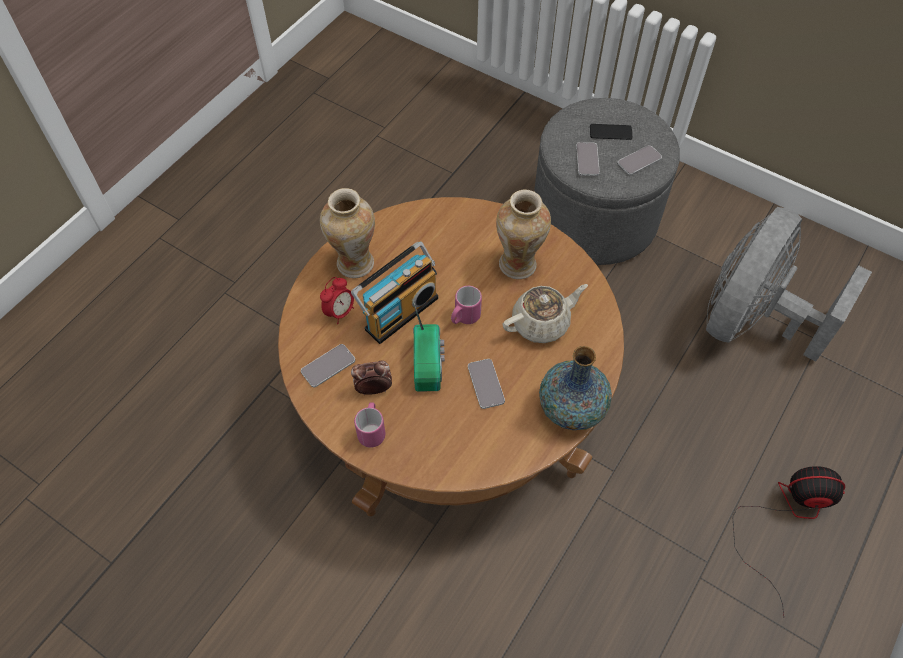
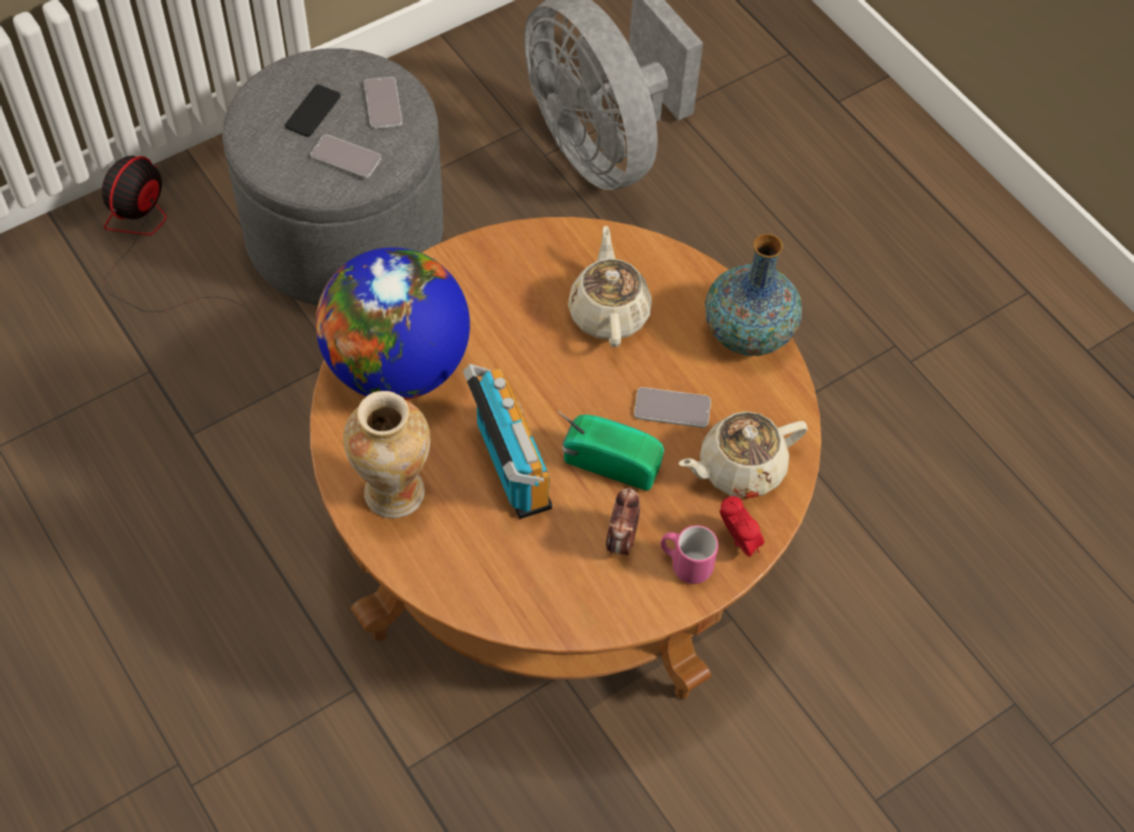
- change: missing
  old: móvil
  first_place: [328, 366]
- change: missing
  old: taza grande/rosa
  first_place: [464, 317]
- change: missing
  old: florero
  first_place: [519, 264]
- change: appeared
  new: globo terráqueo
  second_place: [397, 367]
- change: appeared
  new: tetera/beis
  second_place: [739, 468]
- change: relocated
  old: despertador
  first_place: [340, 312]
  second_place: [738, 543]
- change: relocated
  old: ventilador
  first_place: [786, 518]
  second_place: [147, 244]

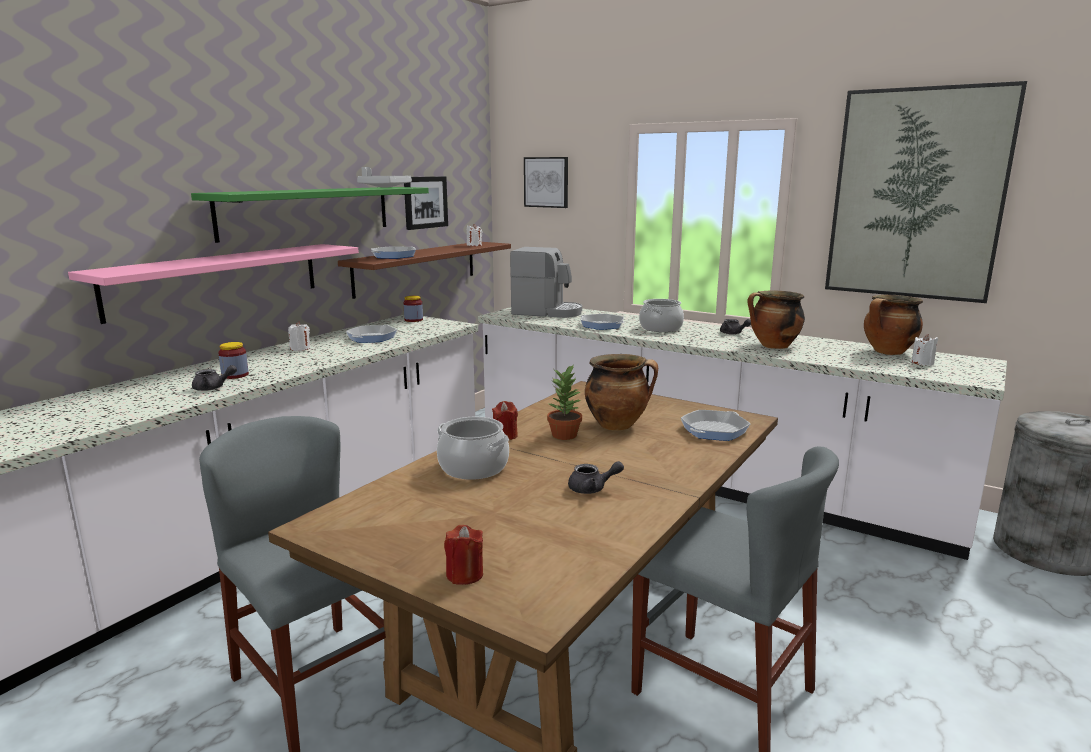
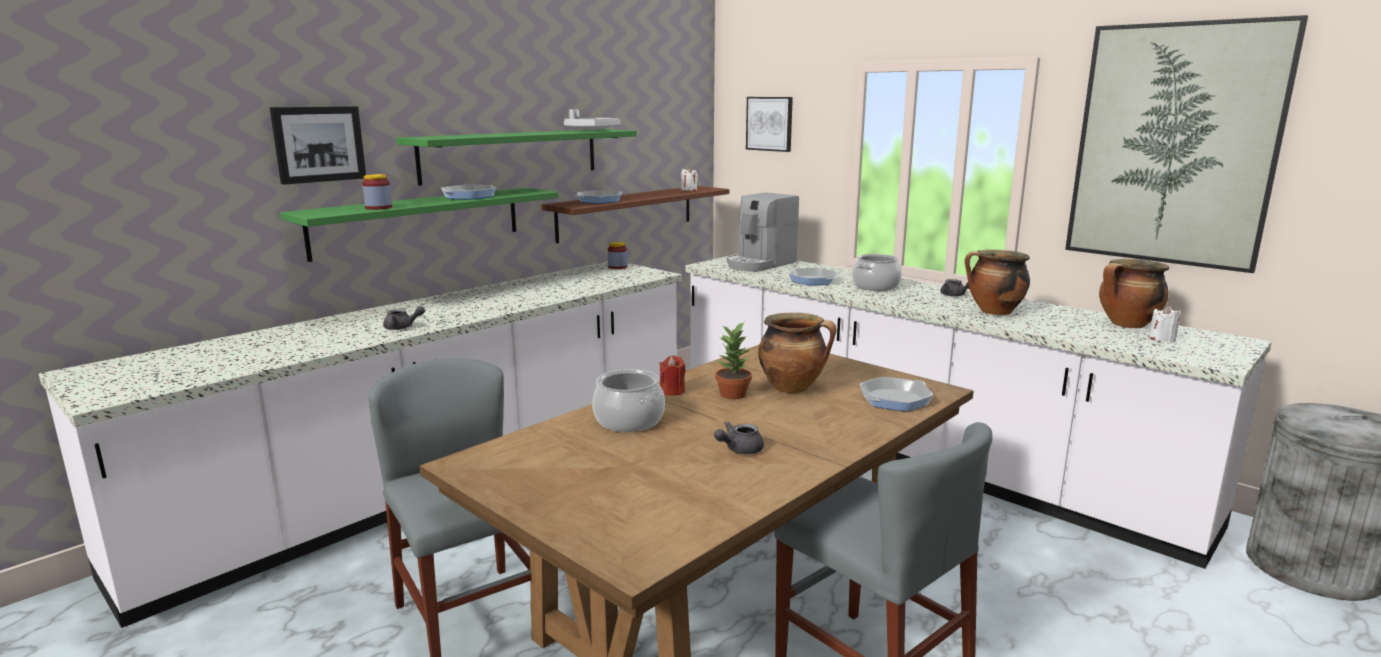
- change: missing
  old: vela/blanco
  first_place: [300, 349]
- change: missing
  old: vela/rojo
  first_place: [464, 575]
- change: relocated
  old: tarro
  first_place: [235, 375]
  second_place: [378, 208]
- change: relocated
  old: sartén
  first_place: [372, 338]
  second_place: [469, 196]
- change: relocated
  old: cuadro
  first_place: [425, 202]
  second_place: [319, 144]
- change: colour
  old: estante/rosa
  new: estante/verde
  first_place: [217, 279]
  second_place: [419, 221]
- change: spun
  old: cafetera
  first_place: [547, 312]
  second_place: [760, 264]
  degrees: 105
- change: spun
  old: tetera/gris
  first_place: [592, 489]
  second_place: [739, 450]
  degrees: 135

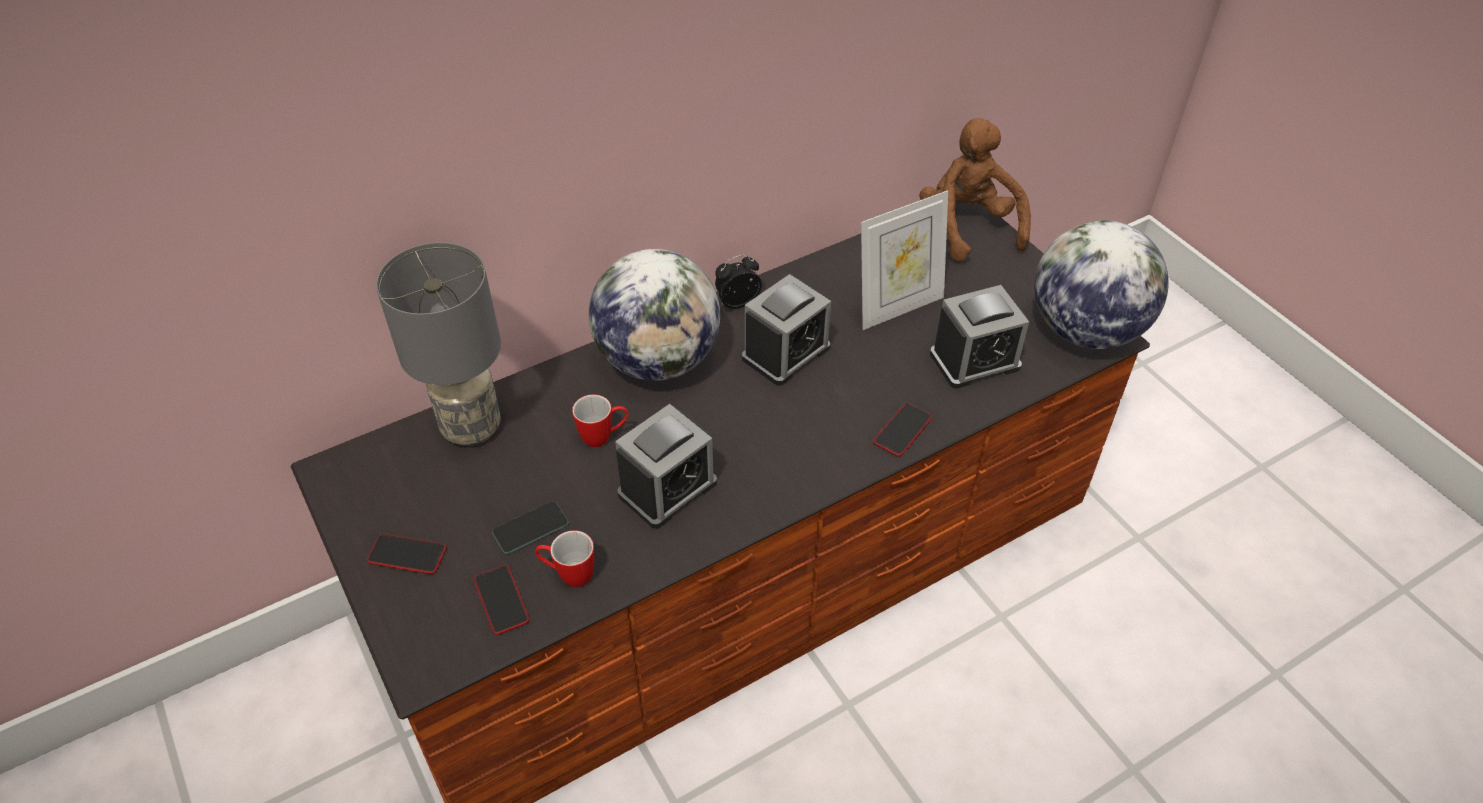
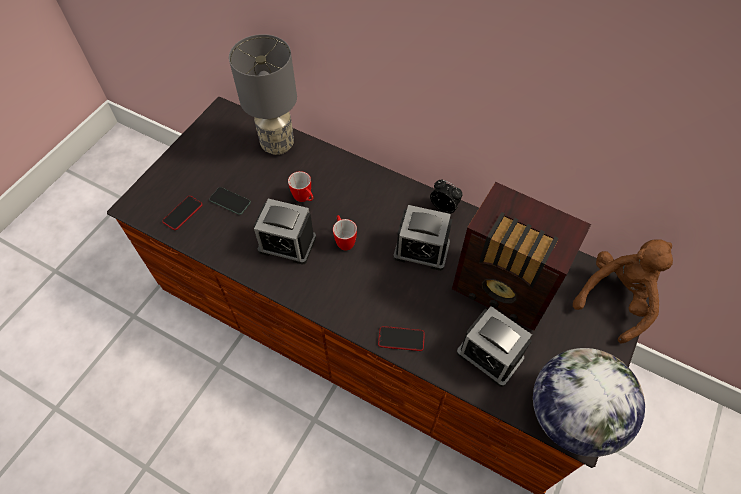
- change: missing
  old: móvil
  first_place: [407, 555]
- change: missing
  old: globo terráqueo
  first_place: [658, 360]
- change: relocated
  old: taza grande
  first_place: [568, 575]
  second_place: [344, 240]
- change: exchanged
  old: portarretratos
  new: radio
  first_place: [898, 307]
  second_place: [504, 291]

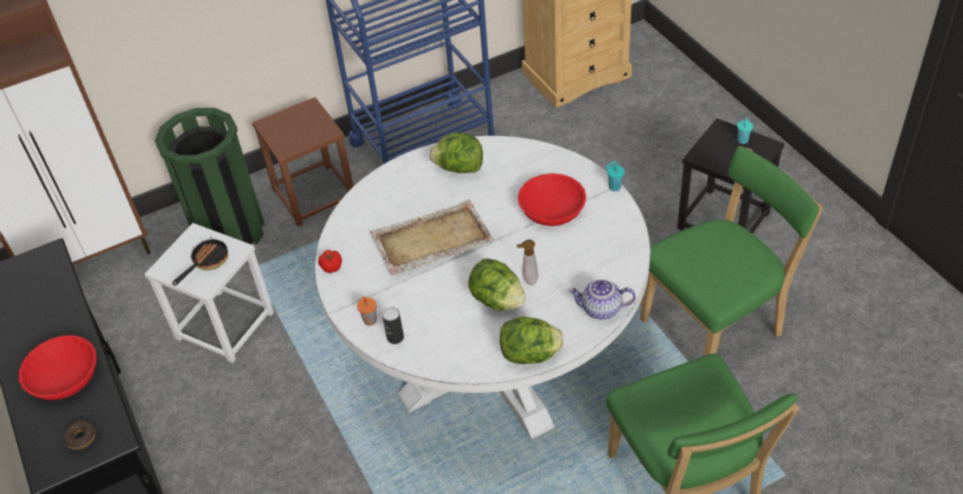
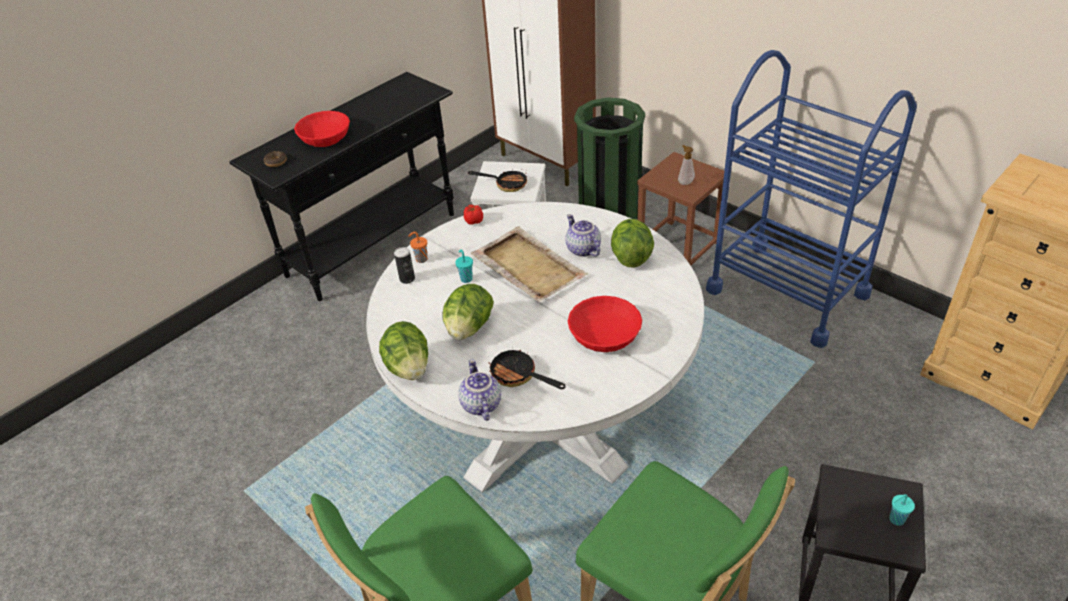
- change: appeared
  new: sartén
  second_place: [519, 376]
- change: appeared
  new: tetera
  second_place: [582, 249]
- change: relocated
  old: dispensador de jabón
  first_place: [528, 280]
  second_place: [685, 182]
- change: relocated
  old: taza/turquesa
  first_place: [614, 187]
  second_place: [466, 278]

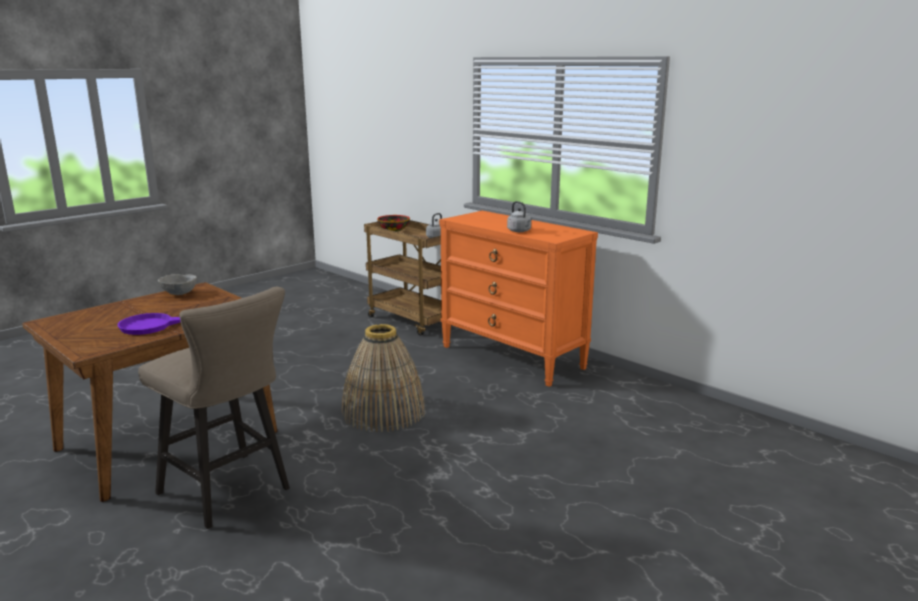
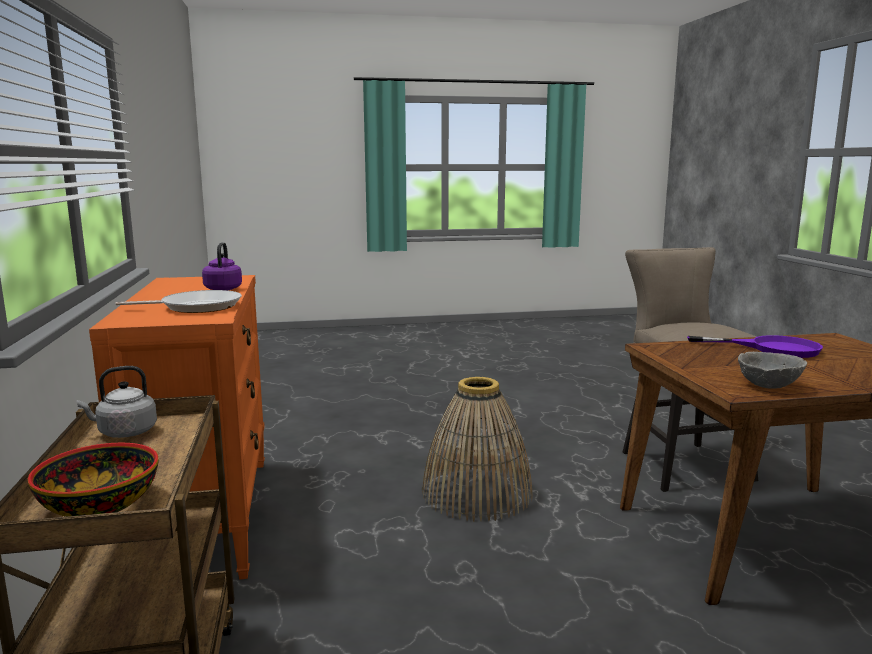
- change: appeared
  new: sartén
  second_place: [196, 307]
- change: colour
  old: hervidor/gris
  new: hervidor/morado
  first_place: [520, 231]
  second_place: [224, 288]

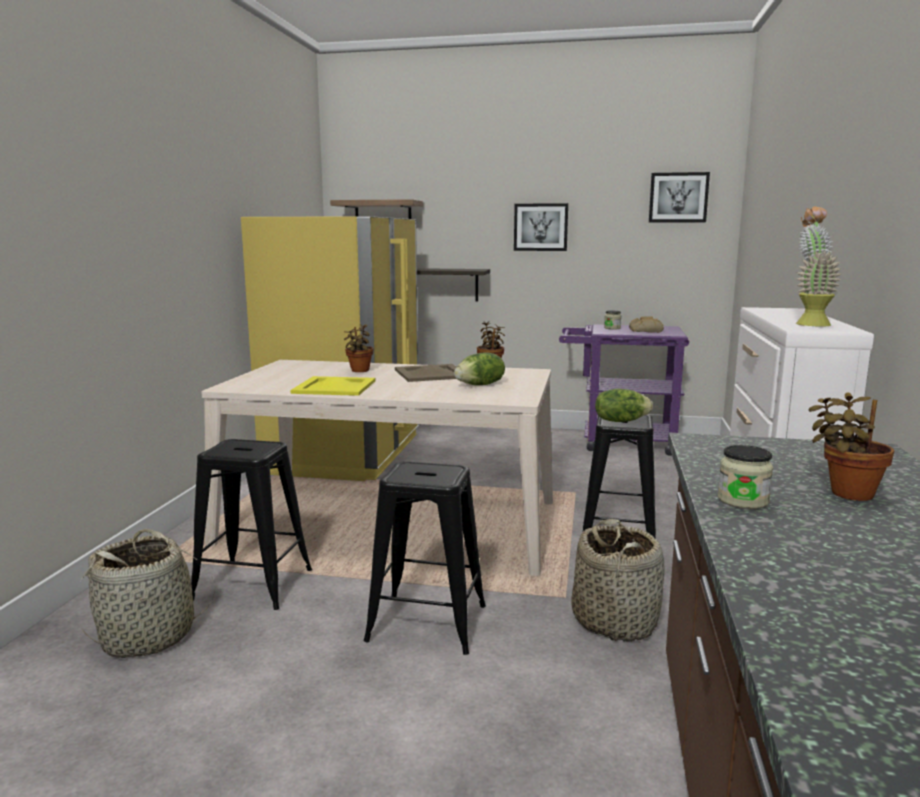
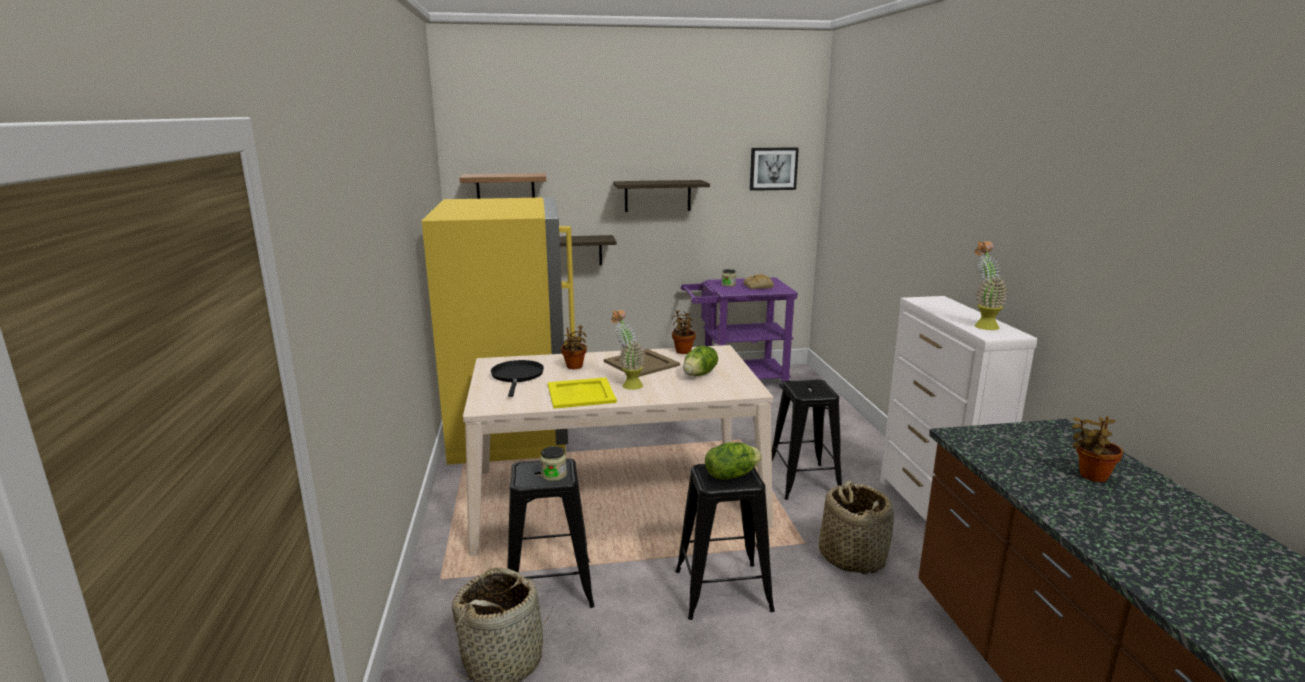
- change: appeared
  new: sartén/negro
  second_place: [517, 376]
- change: appeared
  new: planta en maceta
  second_place: [628, 384]
- change: relocated
  old: lechuga
  first_place: [620, 421]
  second_place: [731, 475]
- change: relocated
  old: tarro
  first_place: [743, 500]
  second_place: [554, 475]
- change: exchanged
  old: cuadro
  new: estante
  first_place: [540, 227]
  second_place: [657, 196]

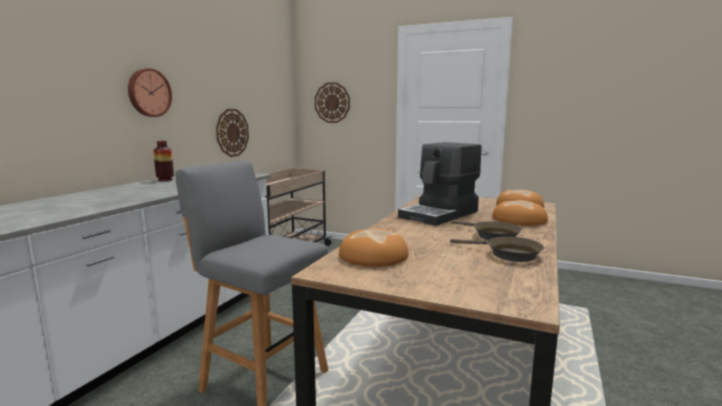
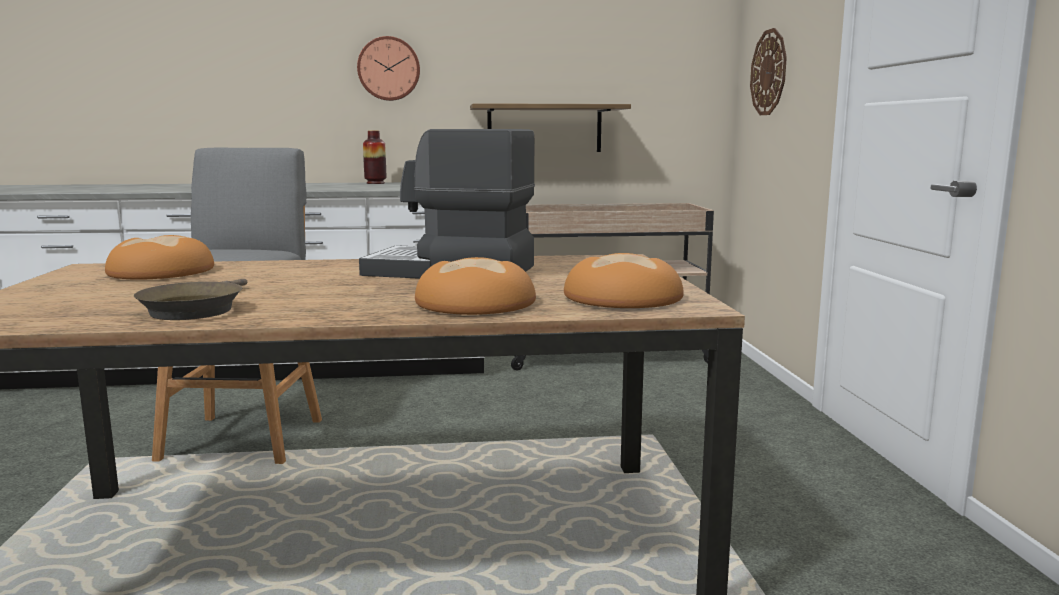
- change: missing
  old: sartén/marrón
  first_place: [492, 235]
- change: exchanged
  old: reloj de pared
  new: estante
  first_place: [232, 132]
  second_place: [544, 128]

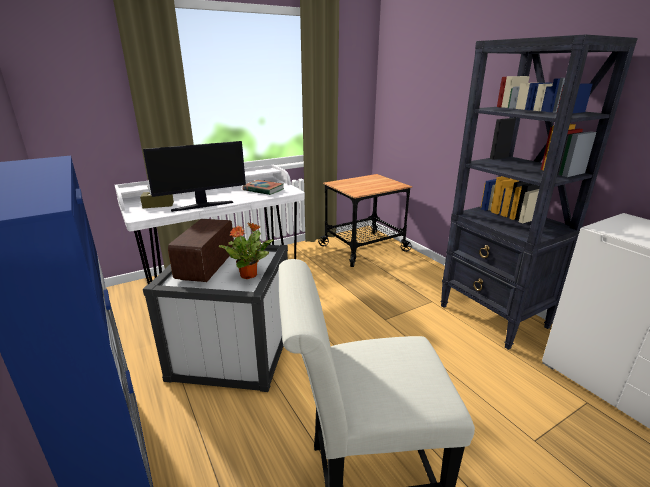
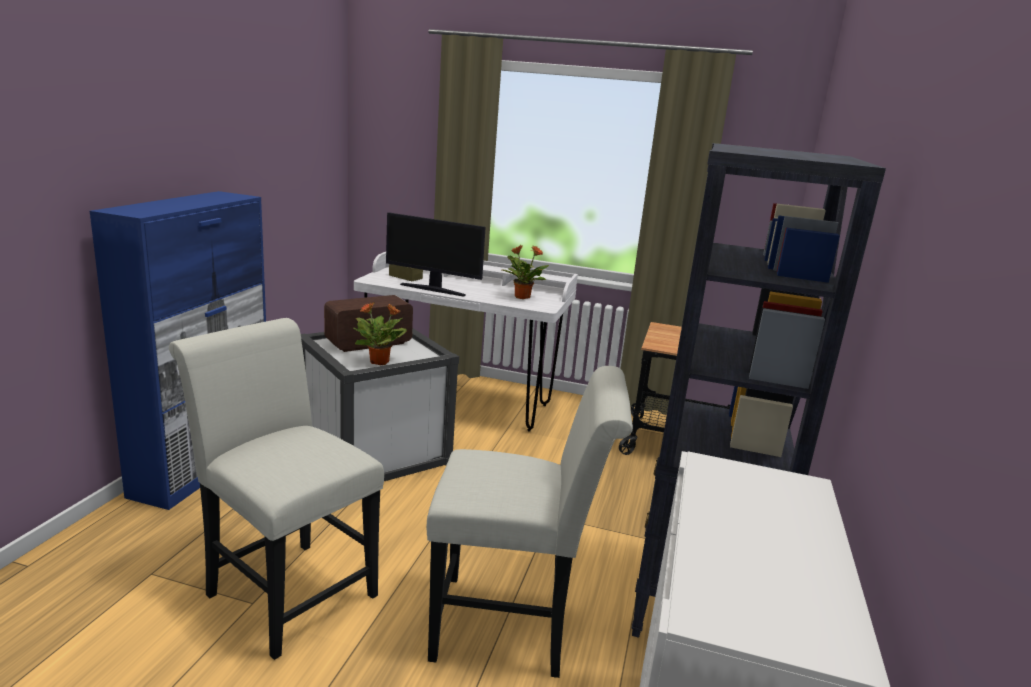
- change: appeared
  new: silla/blanco
  second_place: [513, 626]
- change: exchanged
  old: libro
  new: planta en maceta
  first_place: [263, 190]
  second_place: [521, 297]

